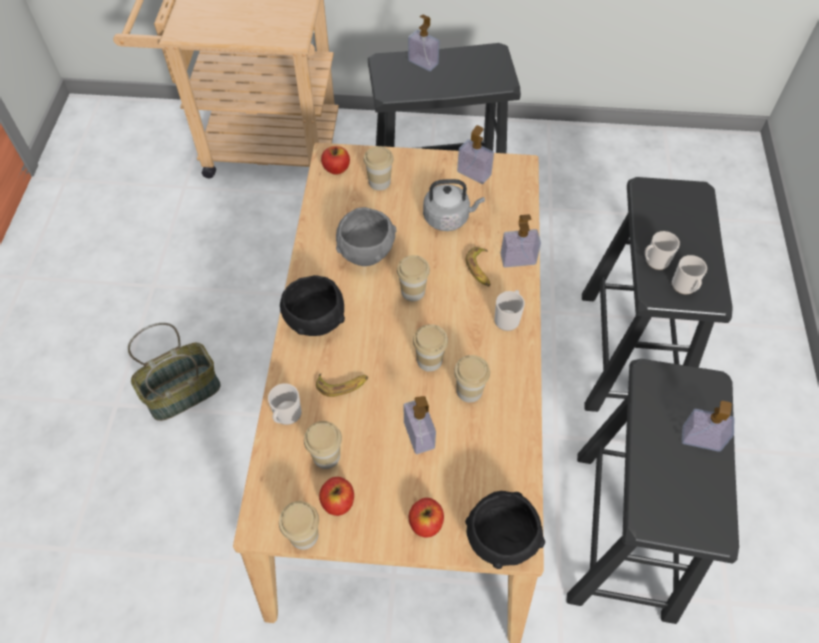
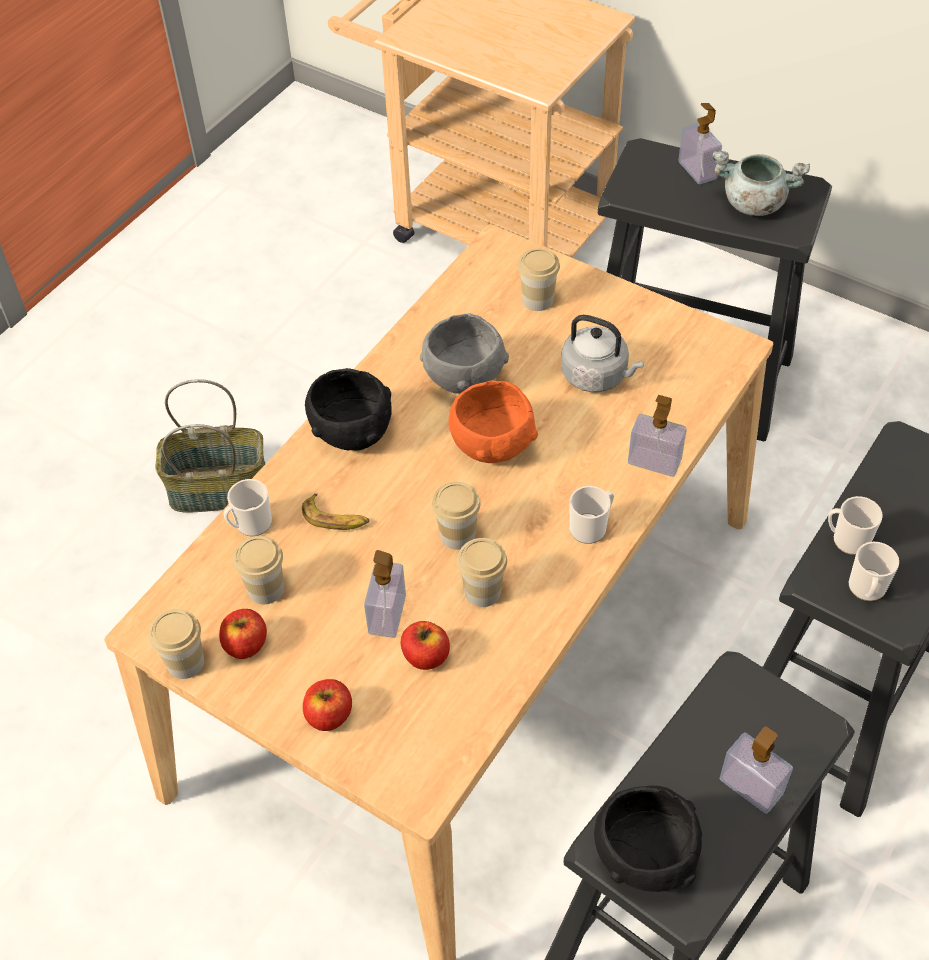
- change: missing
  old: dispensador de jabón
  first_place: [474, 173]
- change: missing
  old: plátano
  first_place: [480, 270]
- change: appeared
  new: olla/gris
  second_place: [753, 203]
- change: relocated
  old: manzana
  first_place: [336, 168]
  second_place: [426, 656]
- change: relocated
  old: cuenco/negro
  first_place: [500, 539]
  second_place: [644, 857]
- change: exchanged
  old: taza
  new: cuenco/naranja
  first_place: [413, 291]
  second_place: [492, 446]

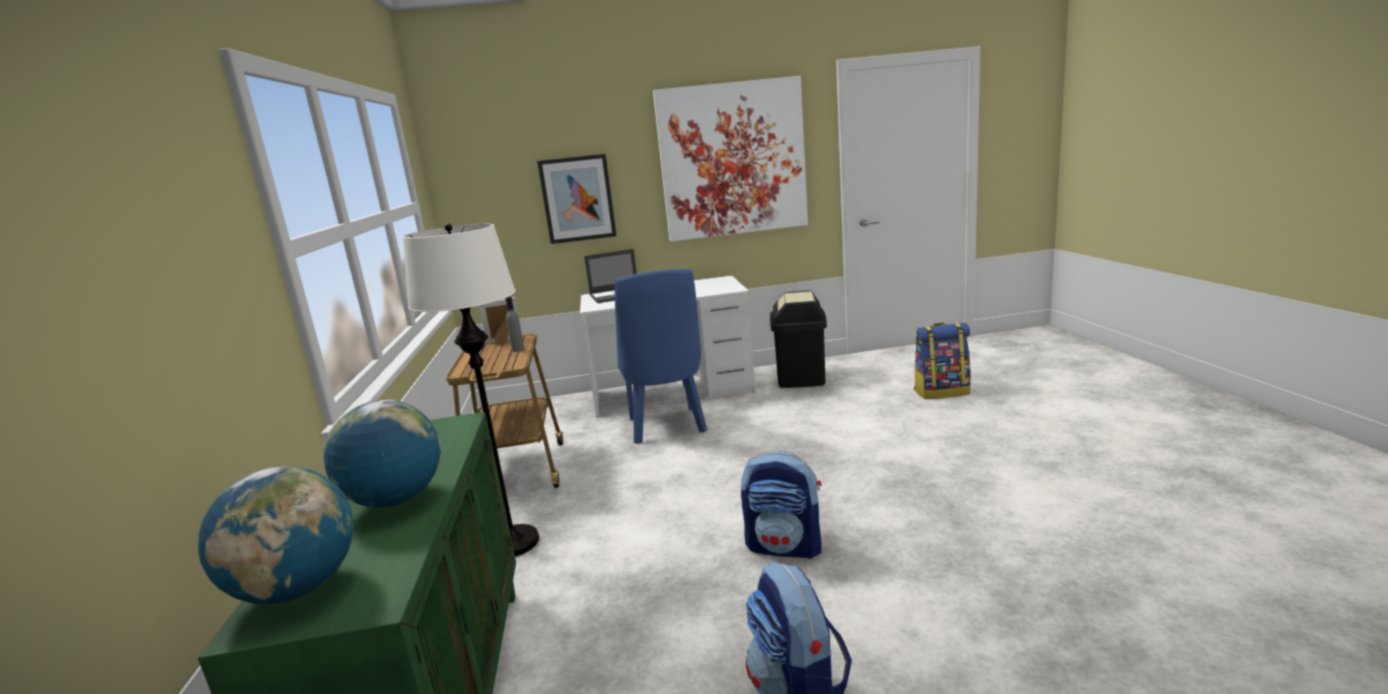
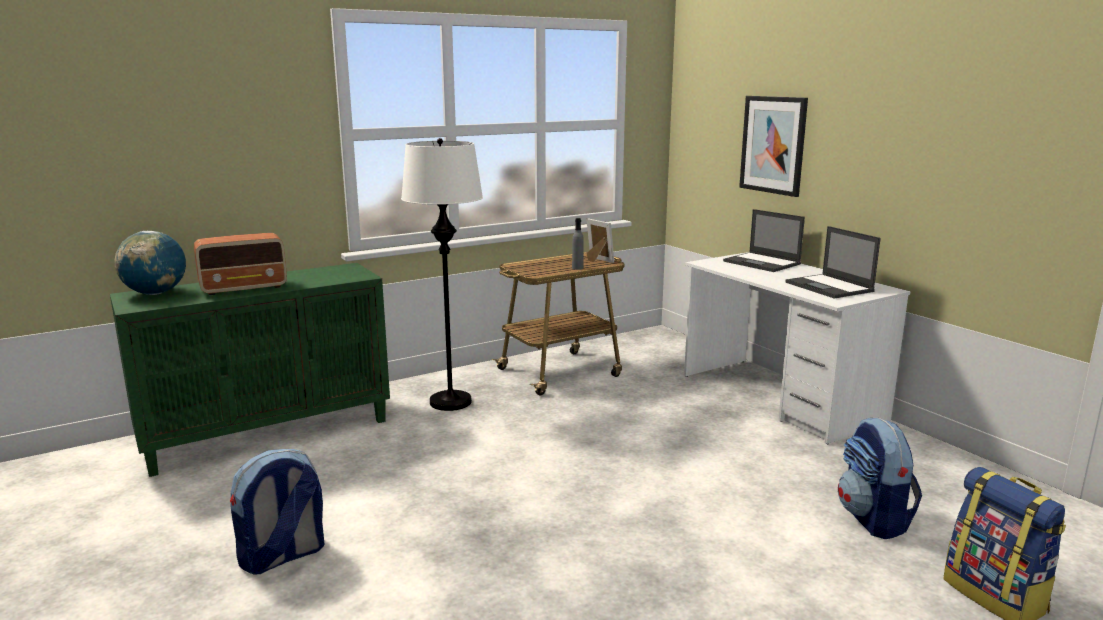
- change: missing
  old: silla/azul
  first_place: [667, 428]
- change: missing
  old: cuadro
  first_place: [732, 160]
- change: missing
  old: papelera/negro
  first_place: [801, 378]
- change: appeared
  new: portátil
  second_place: [830, 287]
- change: relocated
  old: mochila
  first_place: [785, 547]
  second_place: [873, 519]
- change: exchanged
  old: globo terráqueo
  new: radio
  first_place: [396, 500]
  second_place: [245, 288]

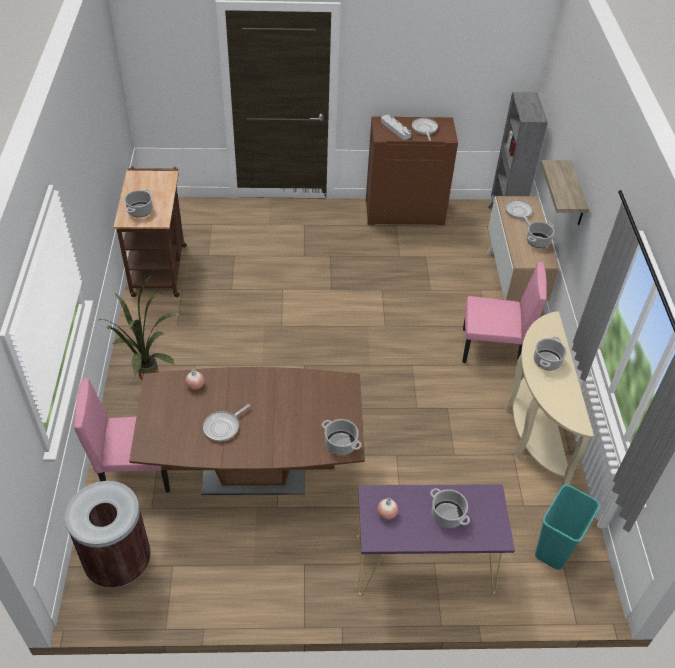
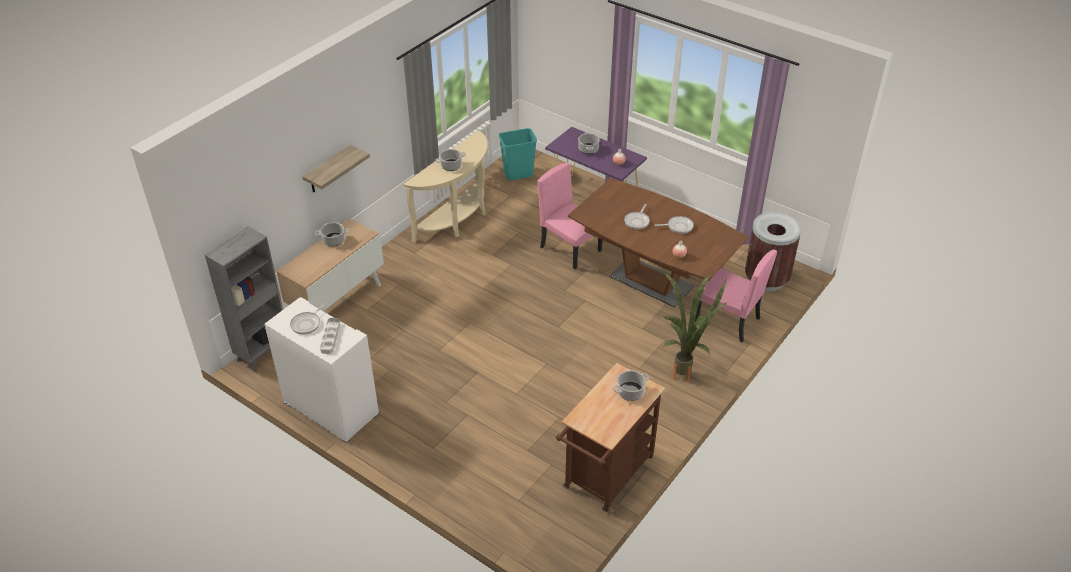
- change: missing
  old: olla
  first_place: [340, 444]
- change: relocated
  old: silla/rosa
  first_place: [491, 349]
  second_place: [570, 249]
- change: relocated
  old: sartén
  first_place: [519, 212]
  second_place: [637, 221]
- change: colour
  old: armario/marrón
  new: armario/blanco
  first_place: [405, 212]
  second_place: [330, 409]

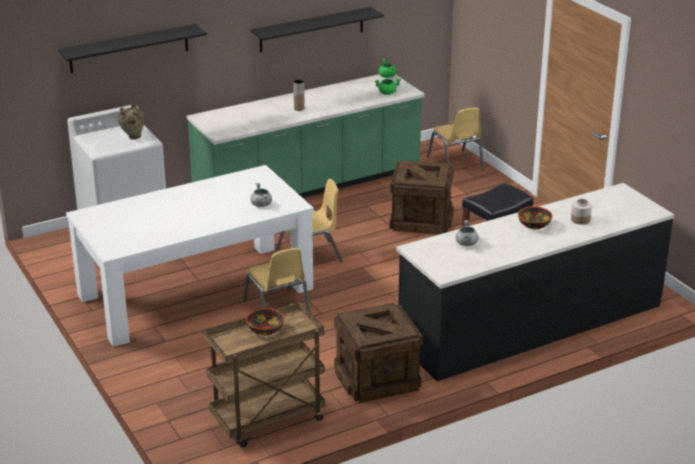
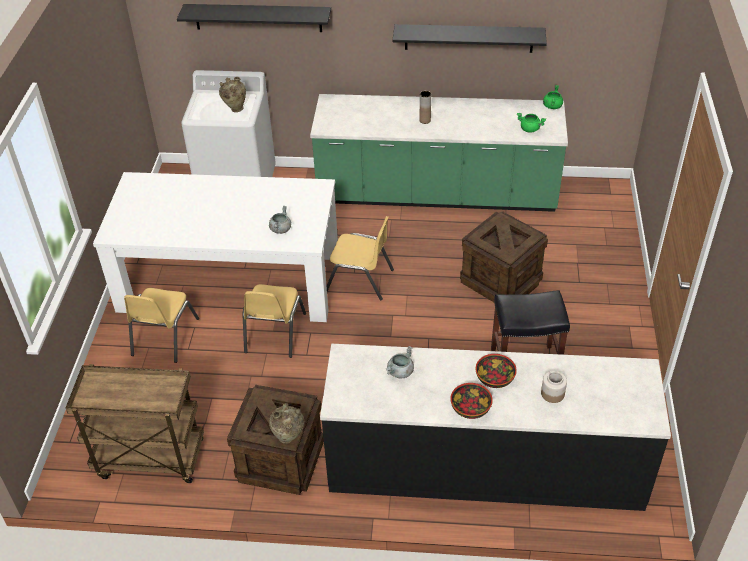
- change: appeared
  new: florero/beis
  second_place: [288, 438]
- change: relocated
  old: cuenco
  first_place: [265, 330]
  second_place: [470, 408]
- change: relocated
  old: silla/amarillo
  first_place: [455, 163]
  second_place: [164, 337]

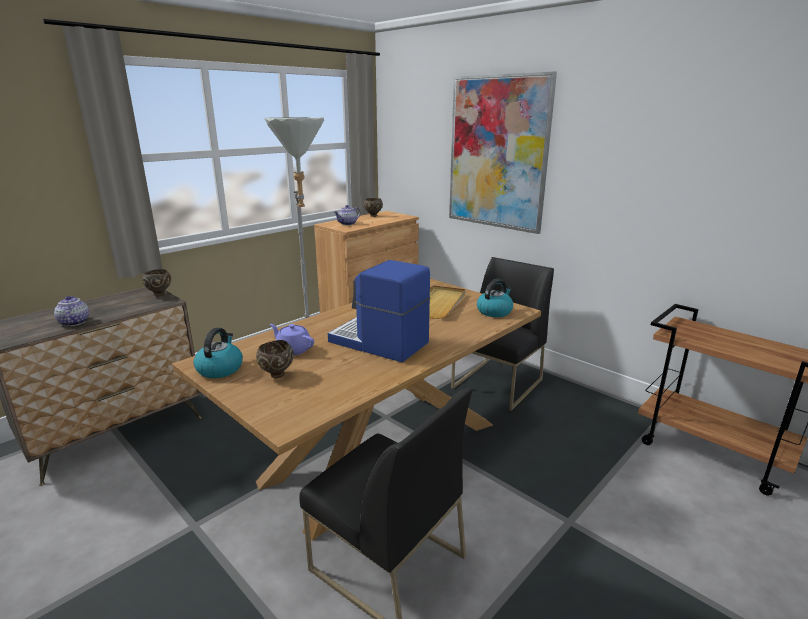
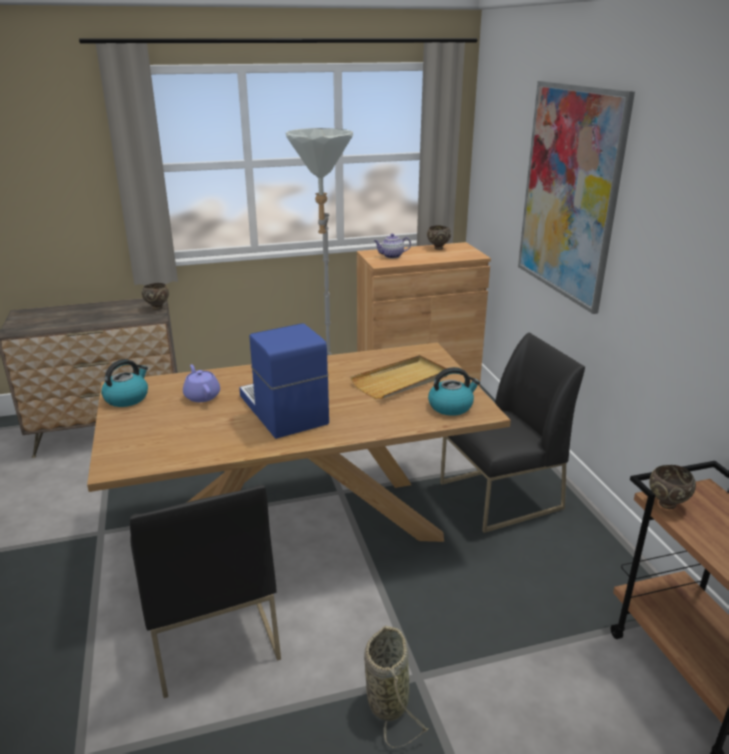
- change: missing
  old: tetera
  first_place: [74, 322]
- change: appeared
  new: cesta
  second_place: [387, 699]
- change: relocated
  old: cuenco/marrón
  first_place: [276, 375]
  second_place: [666, 505]

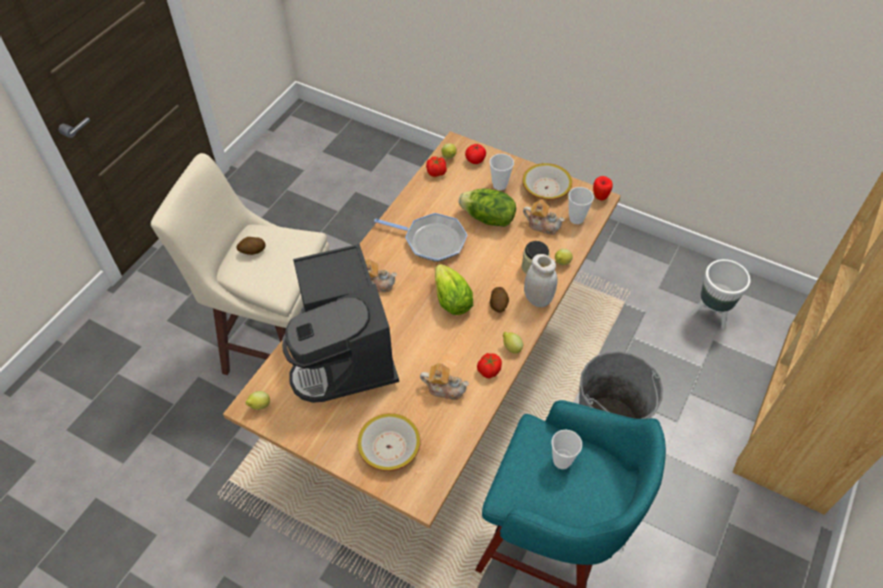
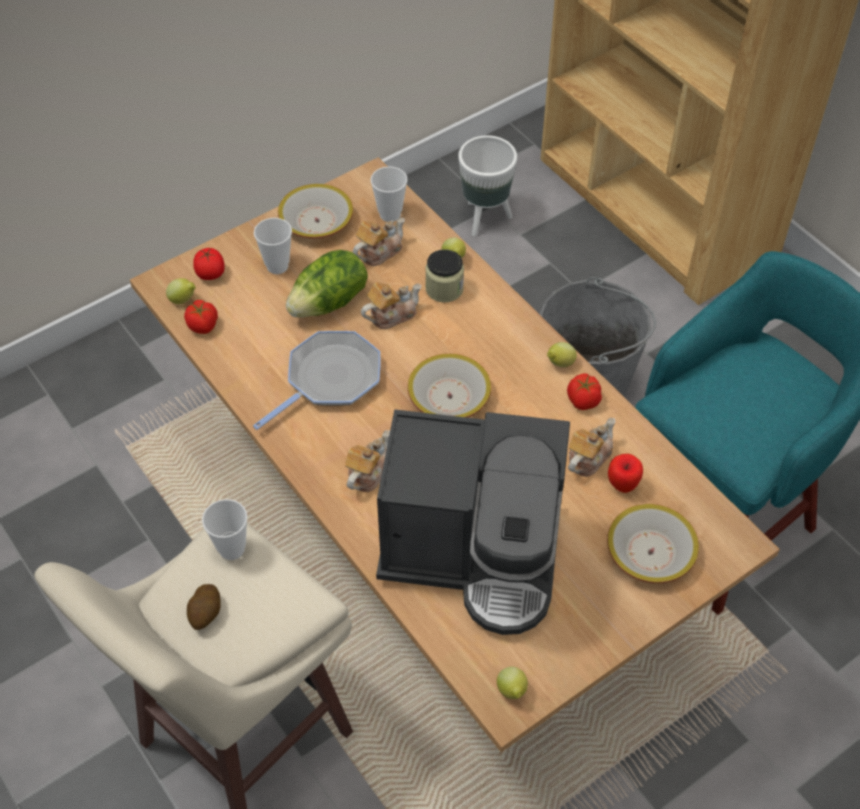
- change: missing
  old: patata
  first_place: [498, 305]
- change: missing
  old: tarro/blanco
  first_place: [538, 299]
- change: appeared
  new: tetera
  second_place: [391, 314]
- change: relocated
  old: taza
  first_place: [562, 461]
  second_place: [231, 549]
- change: relocated
  old: manzana
  first_place: [600, 197]
  second_place: [622, 486]
- change: exchanged
  old: lechuga
  new: cuenco
  first_place: [451, 301]
  second_place: [449, 397]

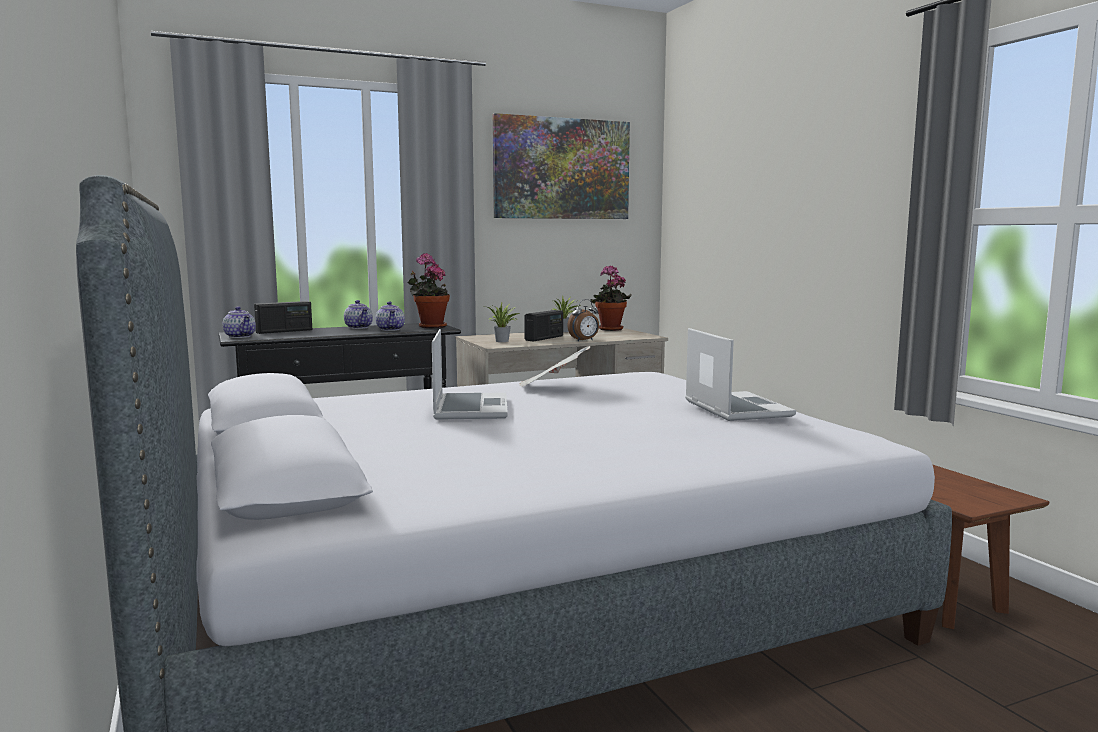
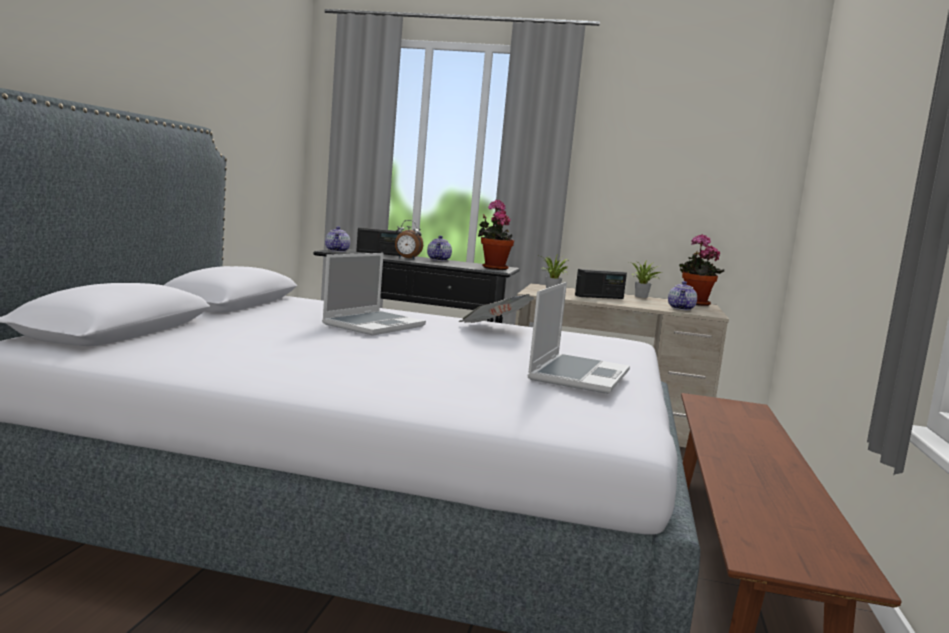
- change: missing
  old: cuadro
  first_place: [562, 169]
- change: relocated
  old: tetera
  first_place: [391, 329]
  second_place: [681, 309]
- change: relocated
  old: despertador
  first_place: [584, 340]
  second_place: [406, 258]

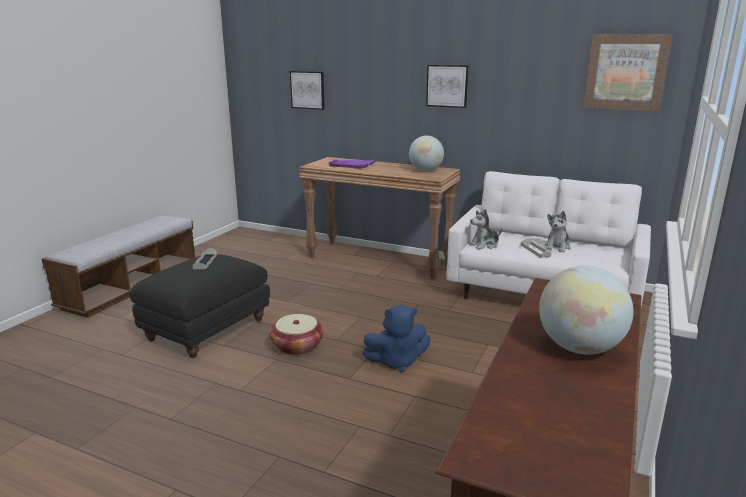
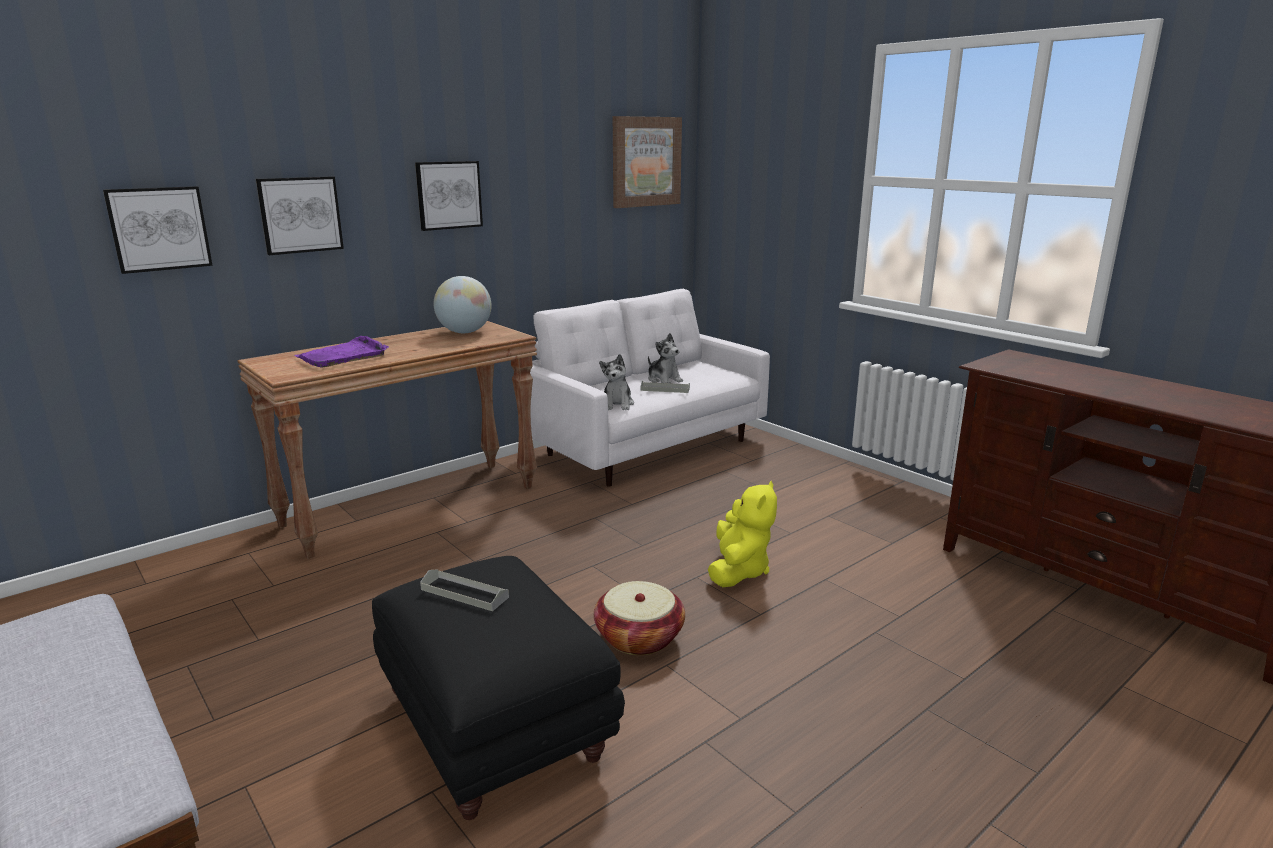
- change: missing
  old: globo terráqueo
  first_place: [579, 348]
- change: appeared
  new: cuadro
  second_place: [300, 215]
- change: colour
  old: peluche/azul
  new: peluche/amarillo
  first_place: [396, 361]
  second_place: [738, 570]

